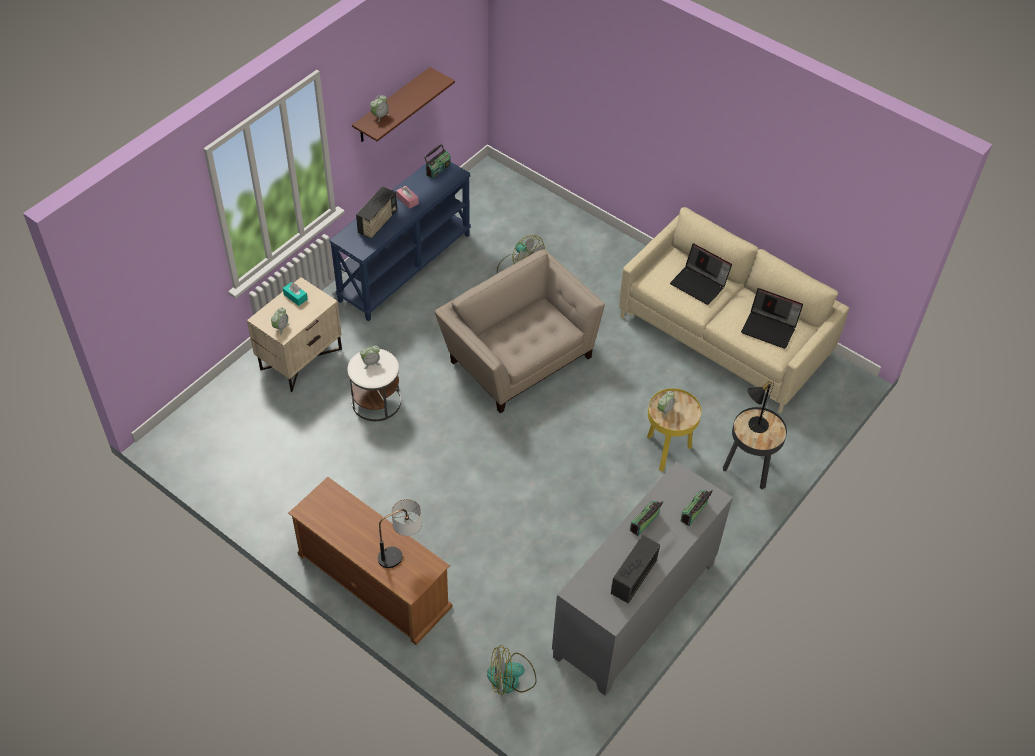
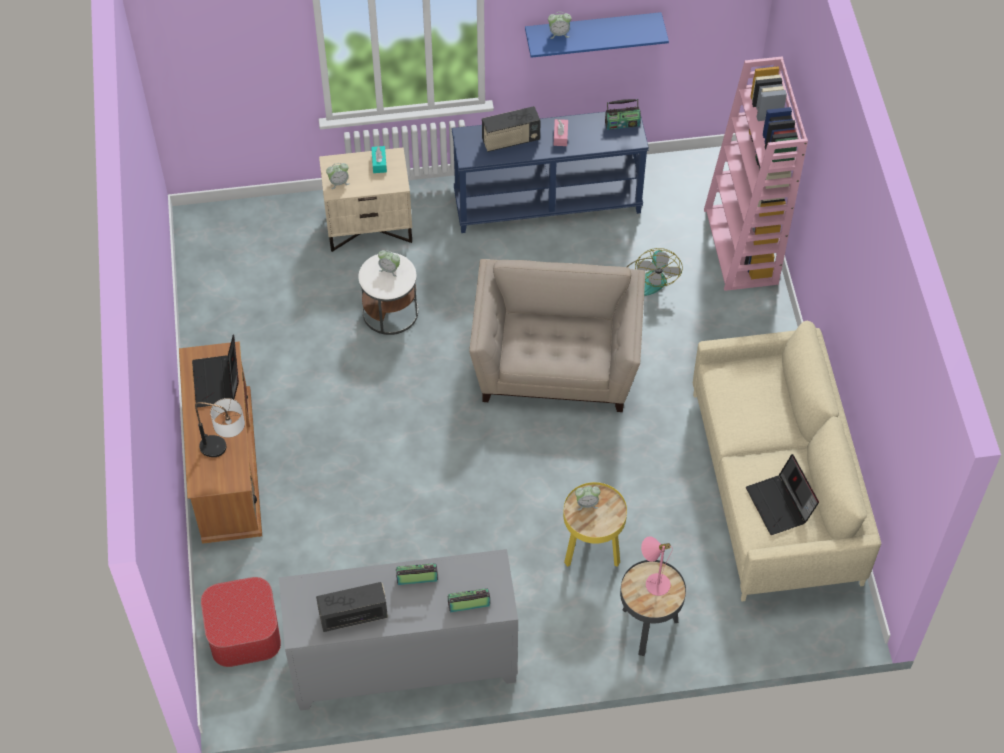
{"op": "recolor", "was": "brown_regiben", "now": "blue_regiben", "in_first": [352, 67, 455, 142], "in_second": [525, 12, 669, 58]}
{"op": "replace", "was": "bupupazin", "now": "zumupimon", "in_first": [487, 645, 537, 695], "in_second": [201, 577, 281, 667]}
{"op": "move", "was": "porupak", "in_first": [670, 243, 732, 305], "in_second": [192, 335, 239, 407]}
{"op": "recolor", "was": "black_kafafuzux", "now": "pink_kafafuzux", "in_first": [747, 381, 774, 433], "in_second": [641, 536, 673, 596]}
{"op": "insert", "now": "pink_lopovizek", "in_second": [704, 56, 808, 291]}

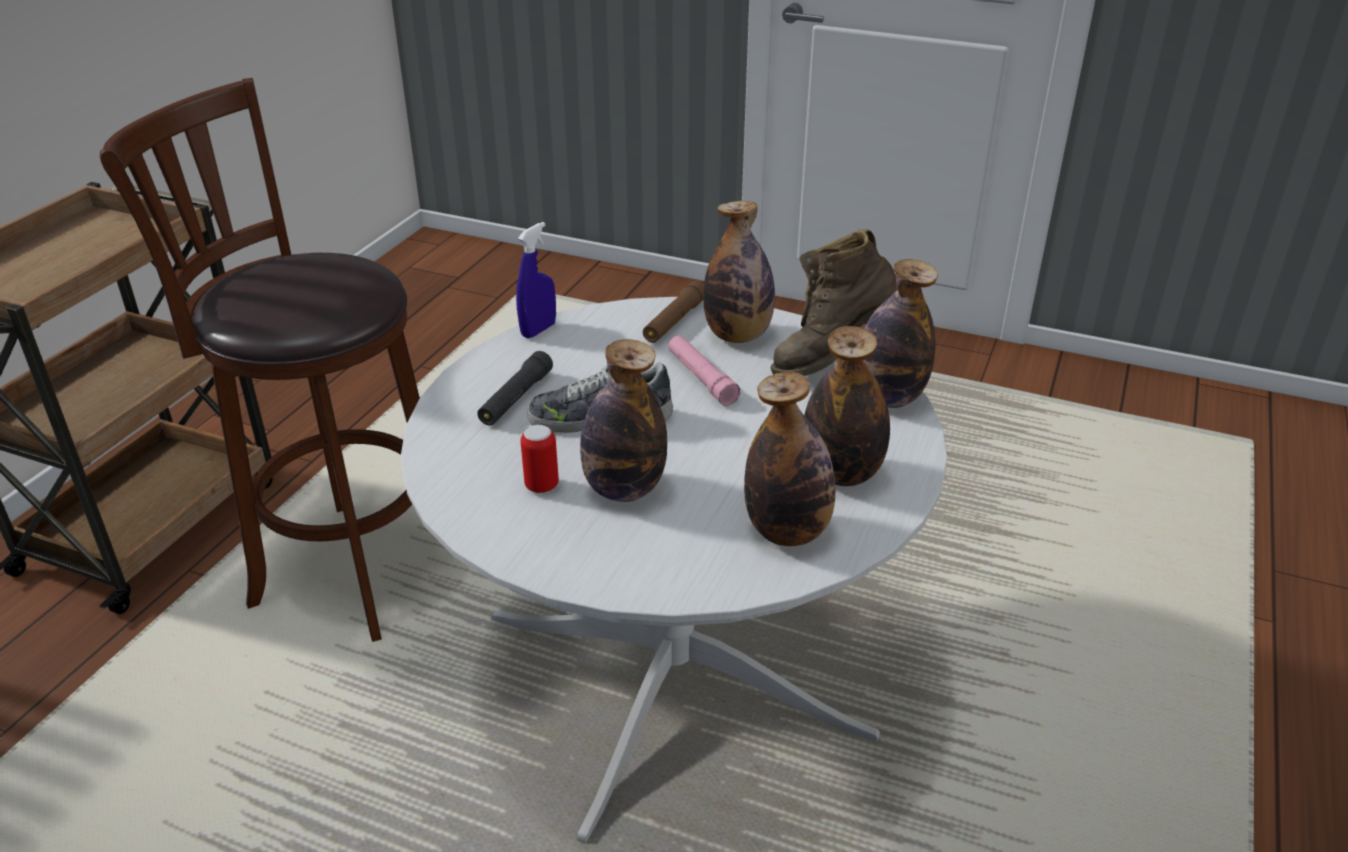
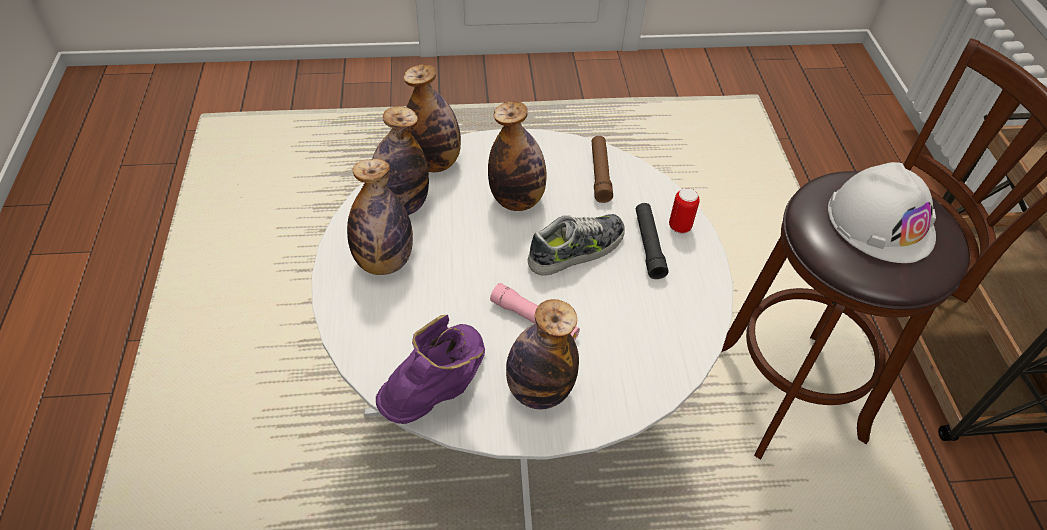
{"op": "delete", "was": "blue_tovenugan", "in_first": [516, 222, 556, 338]}
{"op": "move", "was": "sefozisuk", "in_first": [520, 425, 559, 493], "in_second": [669, 188, 700, 233]}
{"op": "move", "was": "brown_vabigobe", "in_first": [643, 281, 704, 343], "in_second": [592, 136, 613, 203]}
{"op": "recolor", "was": "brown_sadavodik", "now": "purple_sadavodik", "in_first": [770, 229, 897, 376], "in_second": [376, 315, 485, 424]}
{"op": "move", "was": "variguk", "in_first": [863, 259, 938, 408], "in_second": [403, 64, 461, 172]}
{"op": "insert", "now": "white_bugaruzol", "in_second": [828, 162, 936, 263]}

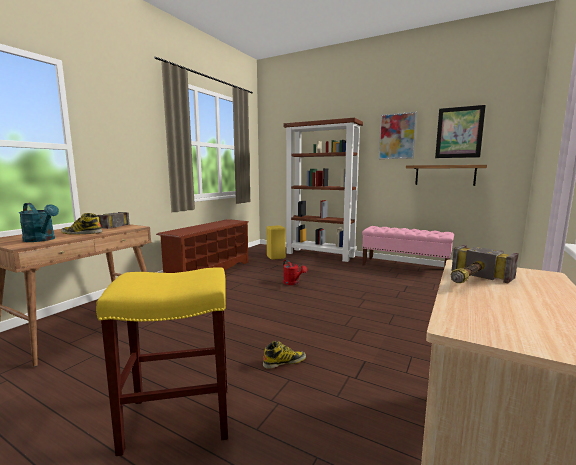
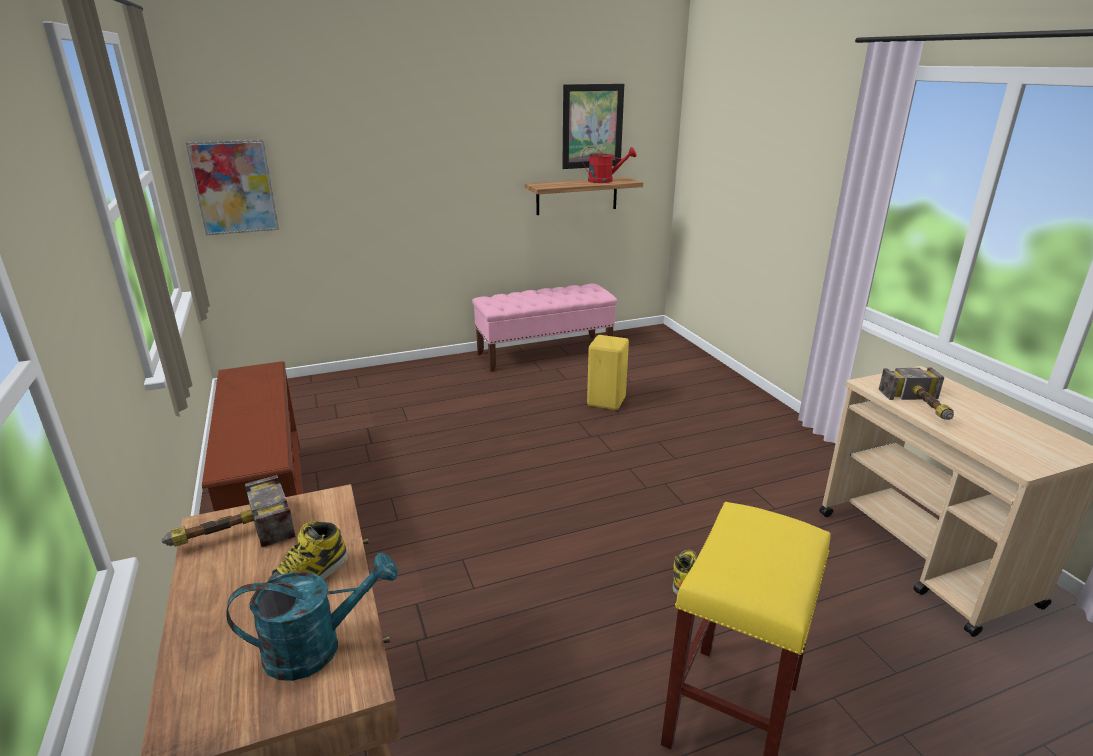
{"op": "move", "was": "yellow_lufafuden", "in_first": [267, 225, 286, 260], "in_second": [587, 335, 629, 410]}
{"op": "delete", "was": "brown_lopovizek", "in_first": [283, 118, 363, 262]}
{"op": "move", "was": "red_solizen", "in_first": [283, 260, 307, 285], "in_second": [582, 147, 637, 183]}
{"op": "move", "was": "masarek", "in_first": [379, 112, 417, 159], "in_second": [186, 140, 279, 235]}

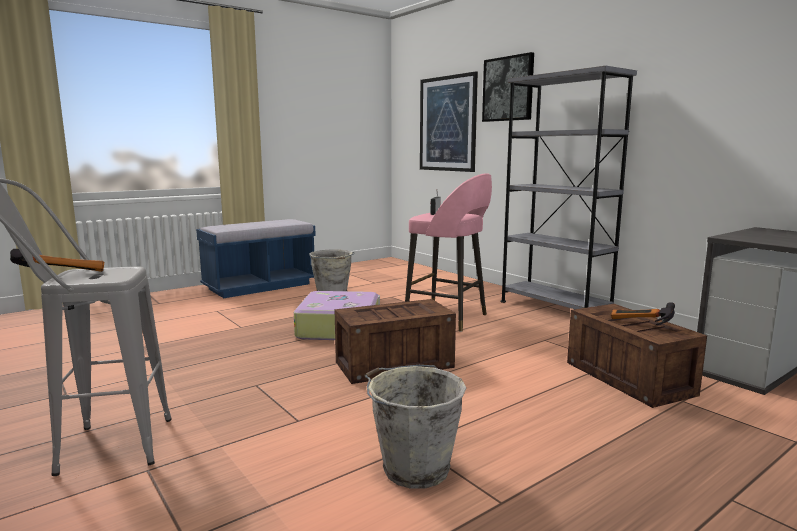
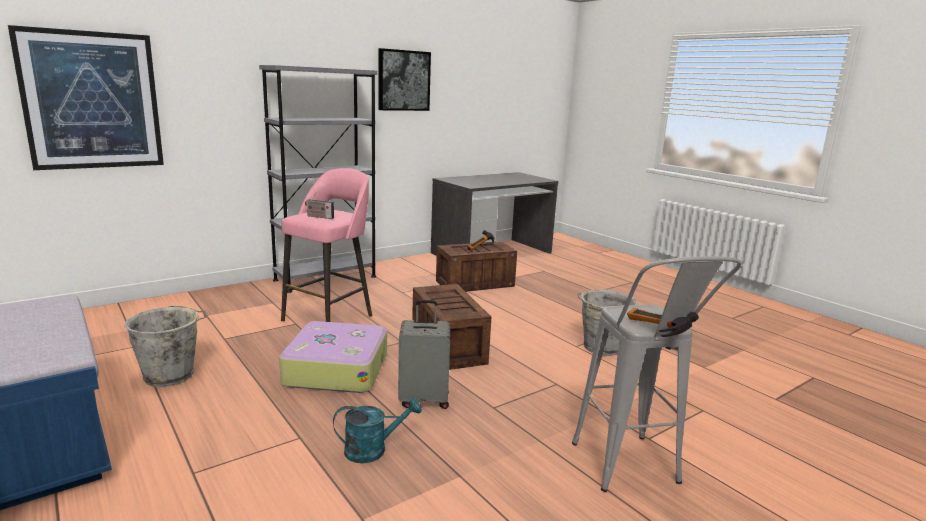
{"op": "move", "was": "masarek", "in_first": [482, 52, 534, 122], "in_second": [379, 48, 431, 111]}
{"op": "insert", "now": "turquoise_solizen", "in_second": [333, 398, 422, 463]}
{"op": "insert", "now": "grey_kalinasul", "in_second": [398, 300, 450, 409]}

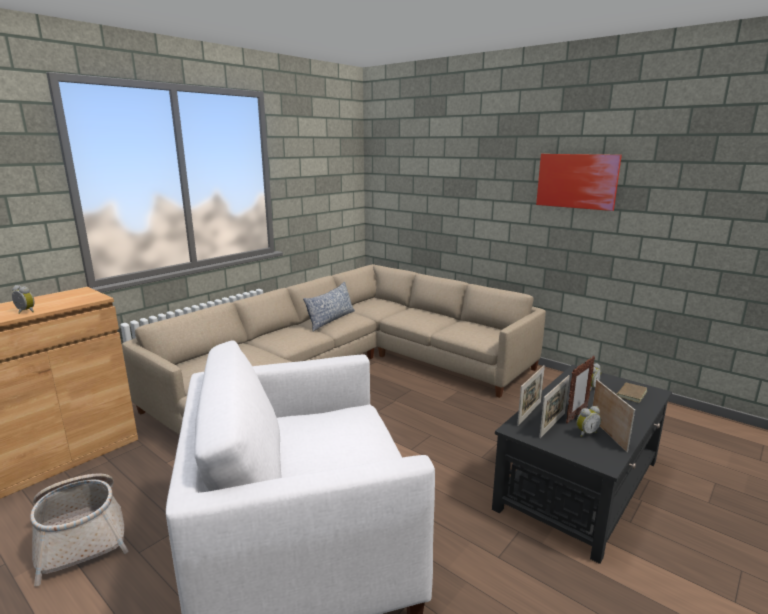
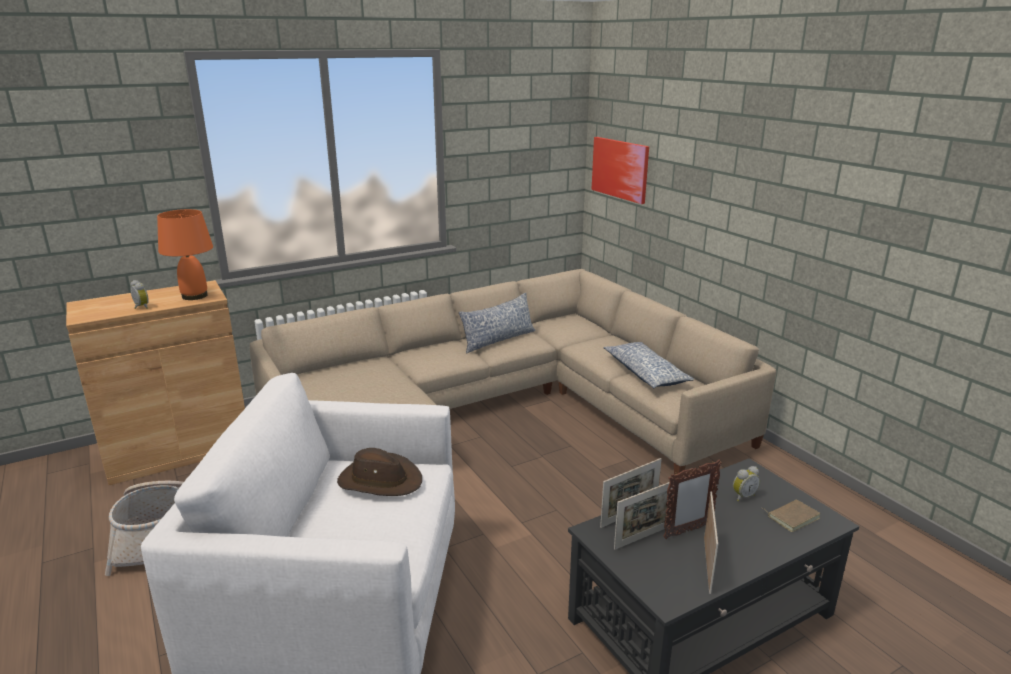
{"op": "move", "was": "masarek", "in_first": [536, 154, 622, 211], "in_second": [591, 137, 649, 204]}
{"op": "delete", "was": "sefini", "in_first": [577, 406, 601, 437]}
{"op": "insert", "now": "orange_kafafuzux", "in_second": [157, 209, 213, 300]}
{"op": "insert", "now": "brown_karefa", "in_second": [337, 448, 422, 496]}
{"op": "insert", "now": "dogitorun", "in_second": [603, 342, 695, 388]}

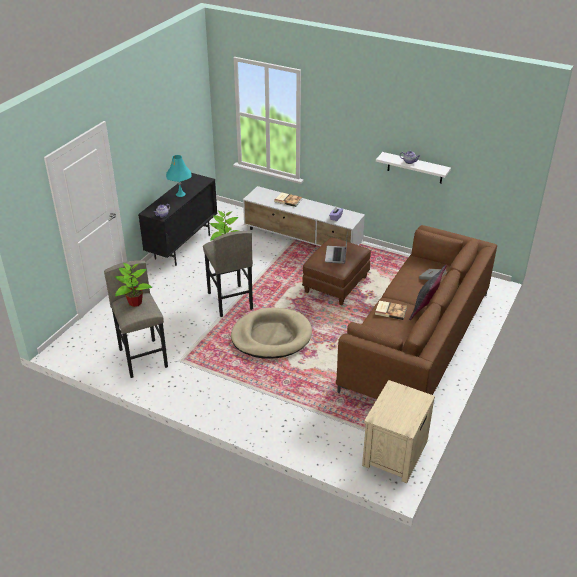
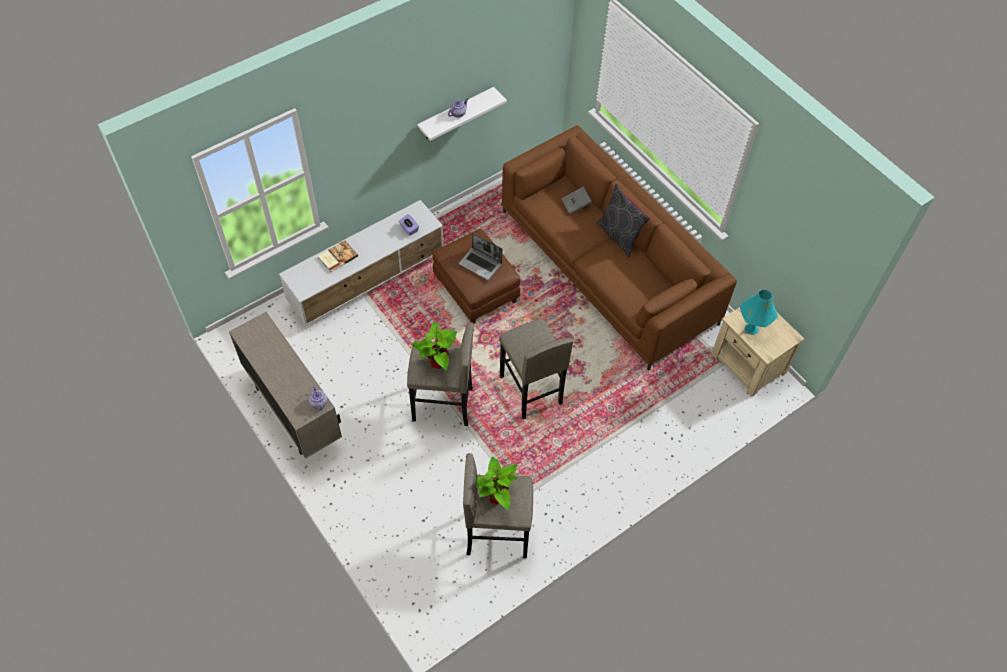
{"op": "recolor", "was": "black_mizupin", "now": "beige_mizupin", "in_first": [138, 173, 217, 266], "in_second": [229, 312, 342, 459]}
{"op": "move", "was": "turquoise_kafafuzux", "in_first": [166, 155, 191, 197], "in_second": [740, 290, 778, 335]}
{"op": "replace", "was": "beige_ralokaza", "now": "grey_lufafuden", "in_first": [231, 308, 312, 359], "in_second": [499, 319, 573, 419]}
{"op": "delete", "was": "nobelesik", "in_first": [375, 301, 407, 320]}

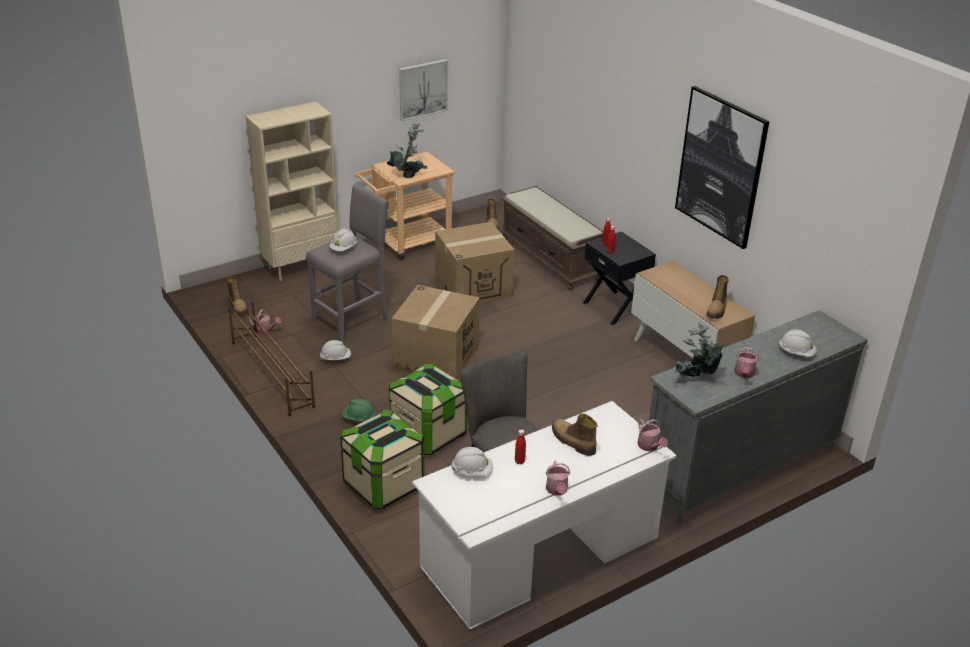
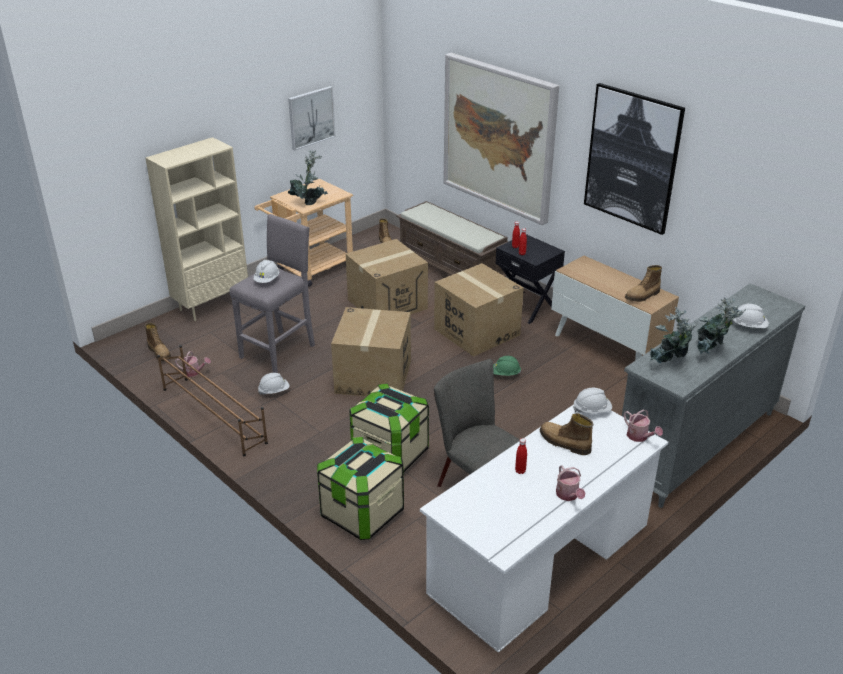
{"op": "move", "was": "green_bugaruzol", "in_first": [342, 399, 376, 421], "in_second": [493, 356, 521, 376]}
{"op": "move", "was": "white_bugaruzol", "in_first": [451, 447, 493, 475], "in_second": [573, 388, 612, 413]}
{"op": "rotate", "was": "sadavodik", "in_first": [706, 275, 729, 319], "in_second": [625, 265, 662, 302], "clockwise": 45}
{"op": "replace", "was": "solizen", "now": "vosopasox", "in_first": [734, 347, 759, 378], "in_second": [697, 297, 746, 355]}
{"op": "insert", "now": "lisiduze", "in_second": [434, 263, 524, 357]}
{"op": "insert", "now": "masarek", "in_second": [443, 53, 559, 225]}

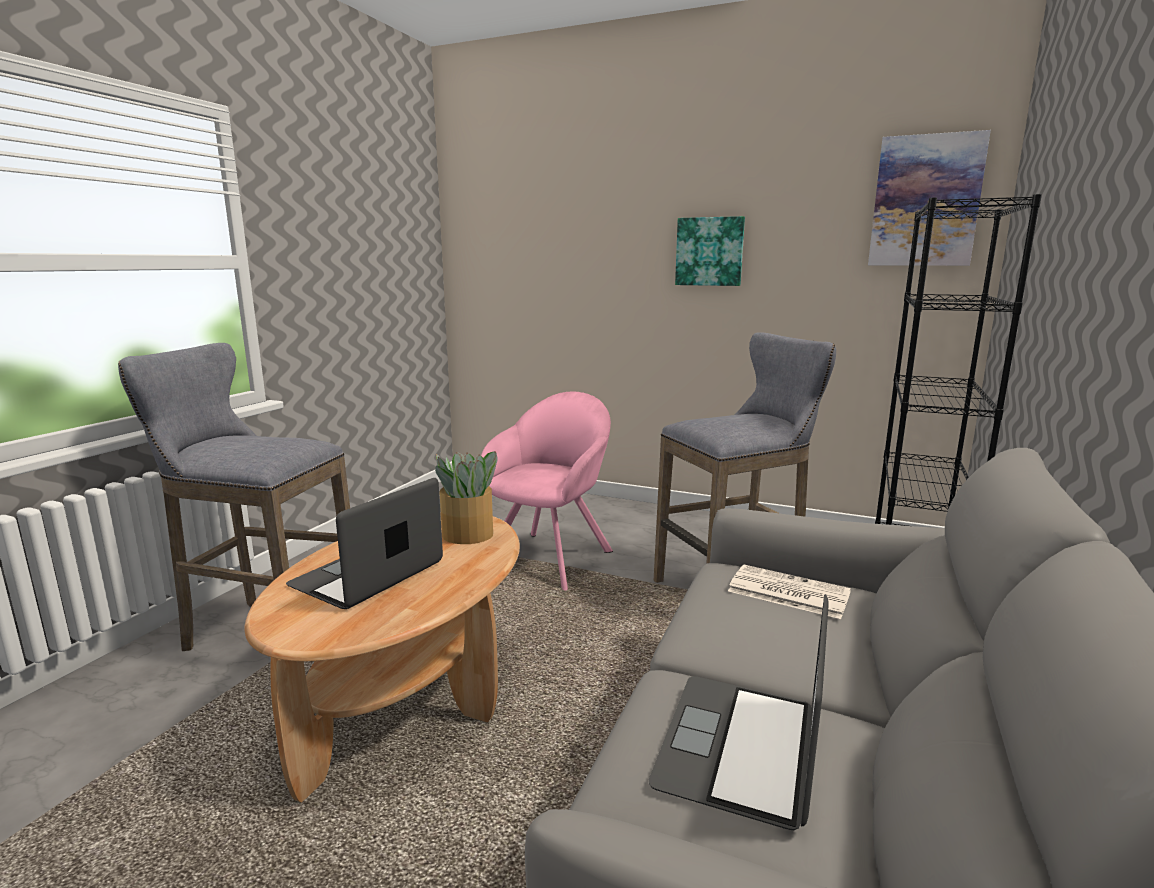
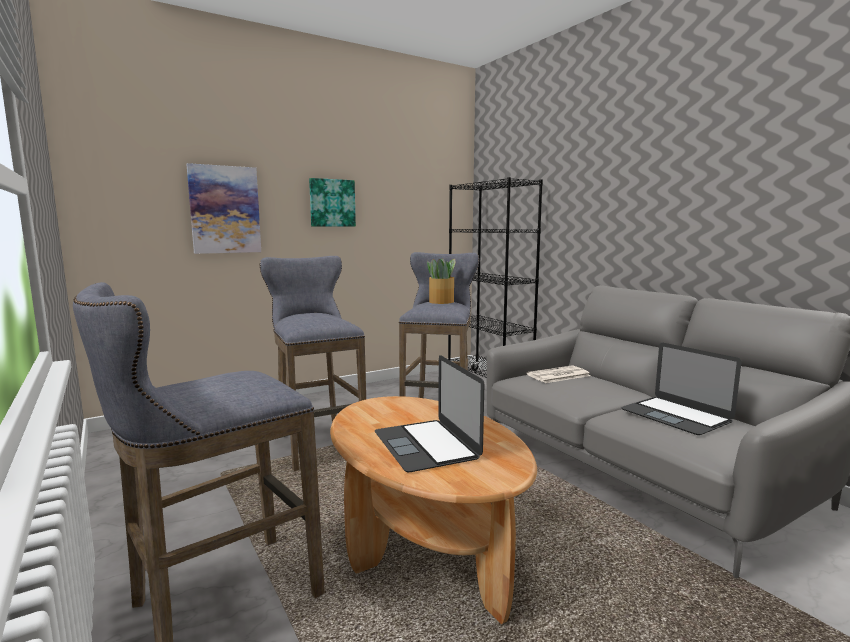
{"op": "move", "was": "vosopasox", "in_first": [435, 451, 498, 544], "in_second": [427, 258, 456, 304]}
{"op": "replace", "was": "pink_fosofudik", "now": "grey_lufafuden", "in_first": [481, 392, 613, 591], "in_second": [260, 256, 366, 471]}
{"op": "move", "was": "masarek", "in_first": [868, 130, 991, 266], "in_second": [186, 163, 261, 254]}

